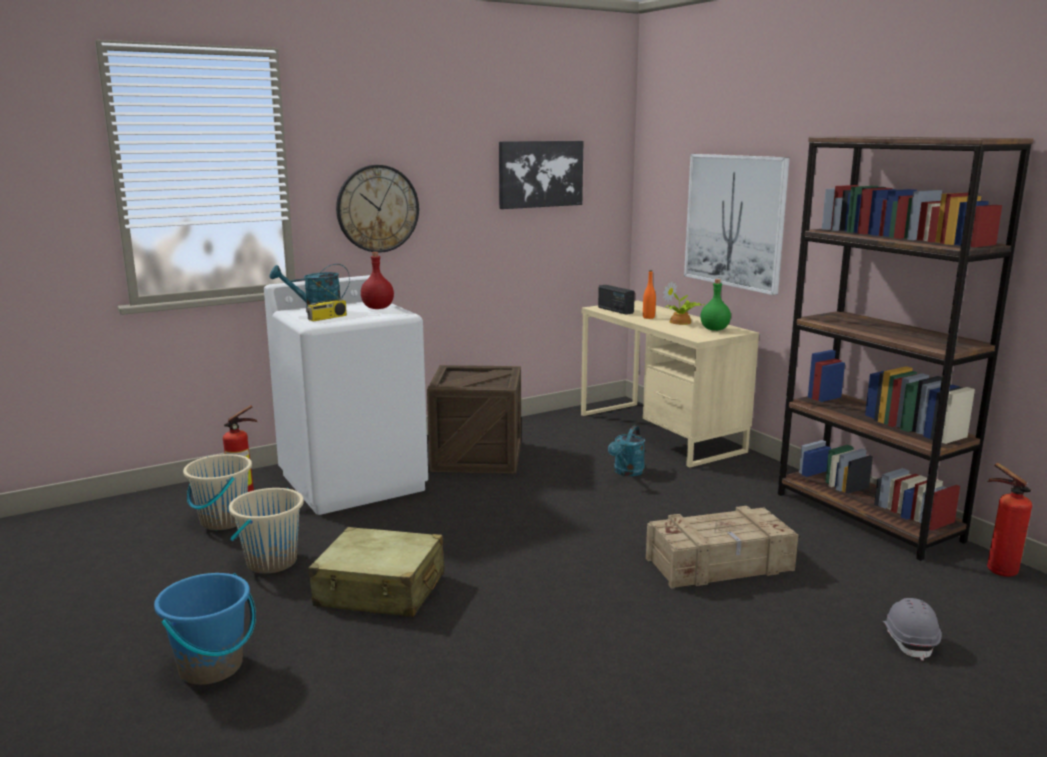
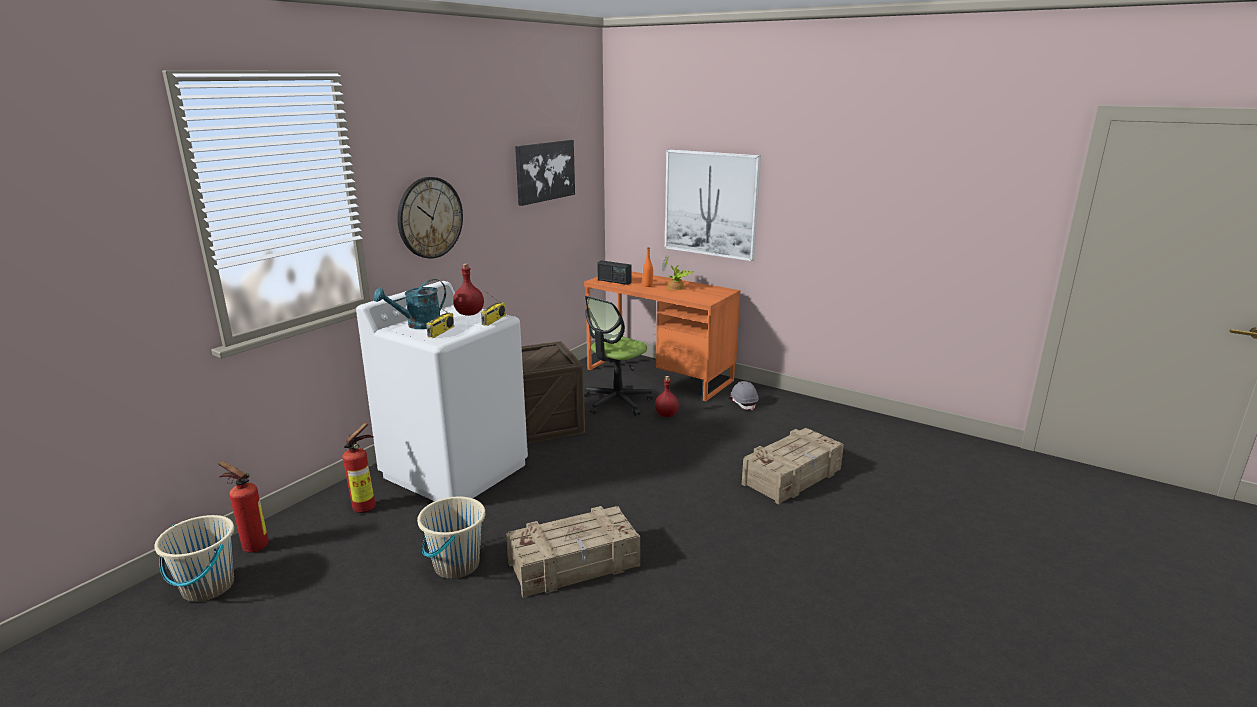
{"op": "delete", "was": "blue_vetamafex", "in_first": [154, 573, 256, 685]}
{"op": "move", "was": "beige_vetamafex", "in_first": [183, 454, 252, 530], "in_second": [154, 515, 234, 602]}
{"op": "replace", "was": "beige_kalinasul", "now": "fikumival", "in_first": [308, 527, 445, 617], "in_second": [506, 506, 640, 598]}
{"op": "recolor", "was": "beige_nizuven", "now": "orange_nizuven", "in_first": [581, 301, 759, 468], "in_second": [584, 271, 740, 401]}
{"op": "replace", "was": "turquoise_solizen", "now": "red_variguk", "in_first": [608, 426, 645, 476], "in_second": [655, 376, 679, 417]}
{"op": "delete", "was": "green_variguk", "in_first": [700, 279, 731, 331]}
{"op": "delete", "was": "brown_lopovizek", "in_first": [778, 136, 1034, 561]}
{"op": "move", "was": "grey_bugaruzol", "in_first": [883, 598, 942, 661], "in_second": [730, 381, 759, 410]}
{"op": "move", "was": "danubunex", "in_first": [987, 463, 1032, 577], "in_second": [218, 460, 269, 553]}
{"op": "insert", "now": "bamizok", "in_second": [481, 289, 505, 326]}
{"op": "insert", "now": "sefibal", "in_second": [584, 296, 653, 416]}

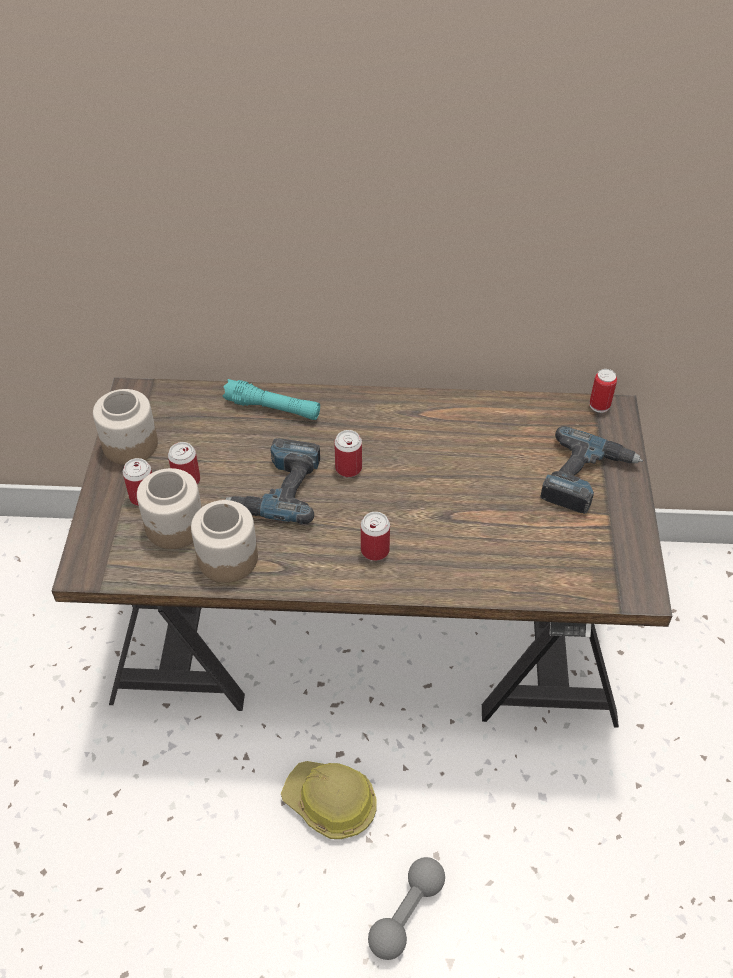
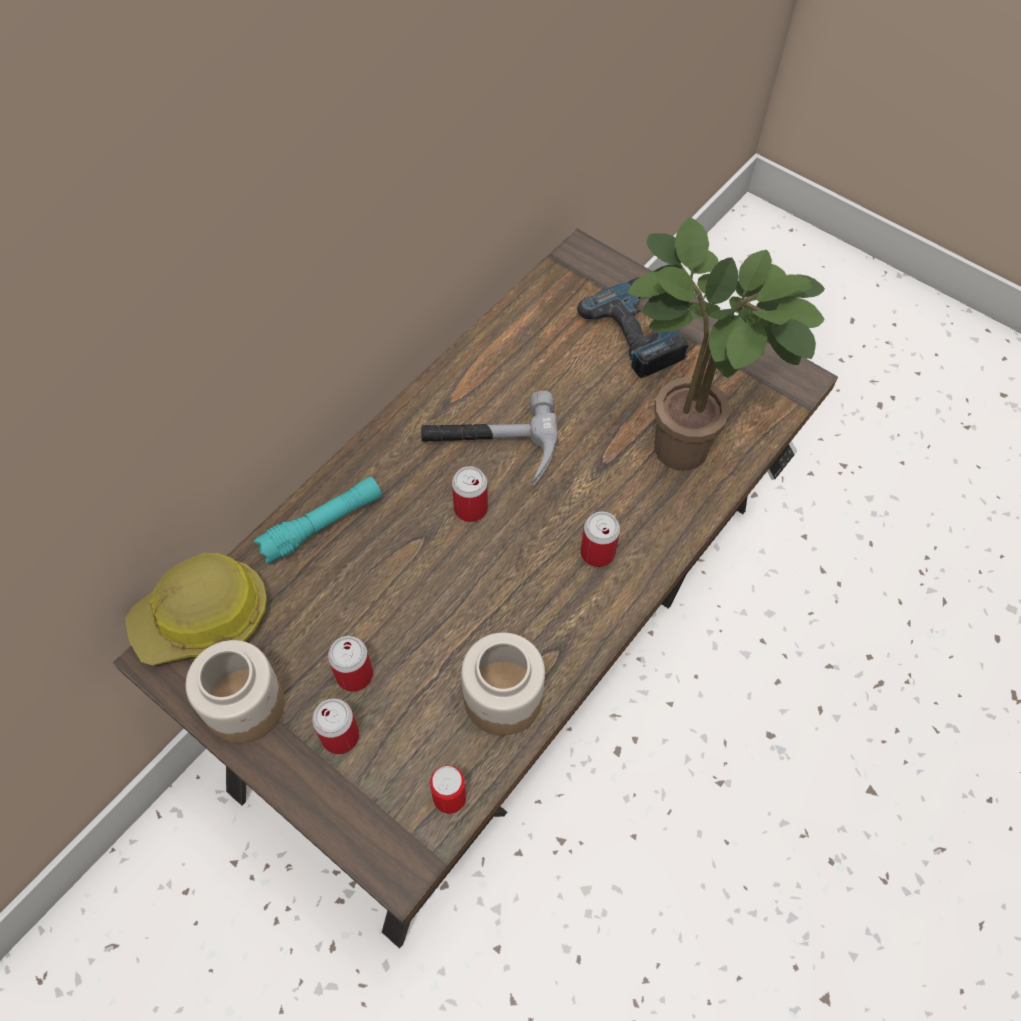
{"op": "delete", "was": "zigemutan", "in_first": [137, 468, 202, 549]}
{"op": "delete", "was": "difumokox", "in_first": [225, 438, 320, 524]}
{"op": "move", "was": "bugaruzol", "in_first": [281, 761, 377, 839], "in_second": [126, 553, 267, 666]}
{"op": "delete", "was": "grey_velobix", "in_first": [368, 857, 445, 960]}
{"op": "move", "was": "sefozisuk", "in_first": [590, 369, 617, 413], "in_second": [430, 765, 466, 814]}
{"op": "insert", "now": "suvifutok", "in_second": [421, 391, 558, 487]}
{"op": "insert", "now": "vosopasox", "in_second": [627, 217, 825, 471]}

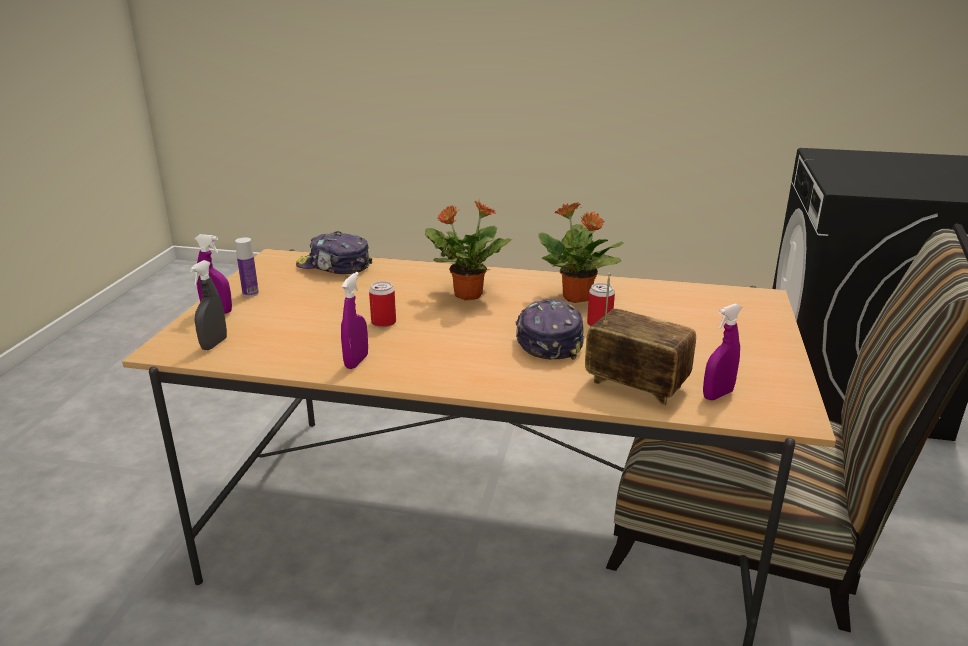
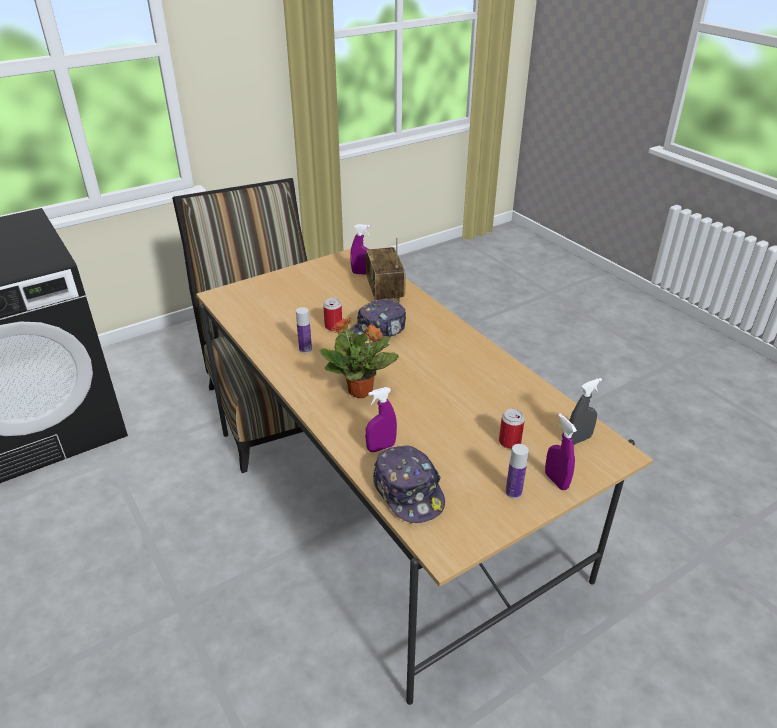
{"op": "move", "was": "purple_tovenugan", "in_first": [341, 272, 368, 369], "in_second": [365, 387, 397, 452]}
{"op": "move", "was": "sefozisuk", "in_first": [369, 281, 396, 327], "in_second": [499, 409, 525, 449]}
{"op": "replace", "was": "vosopasox", "now": "variguk", "in_first": [538, 202, 624, 303], "in_second": [296, 307, 312, 353]}

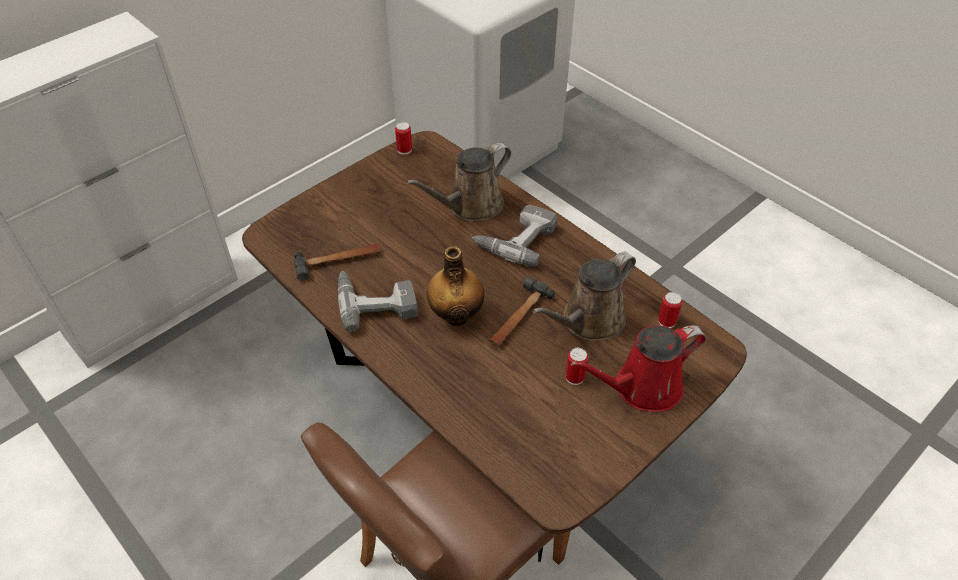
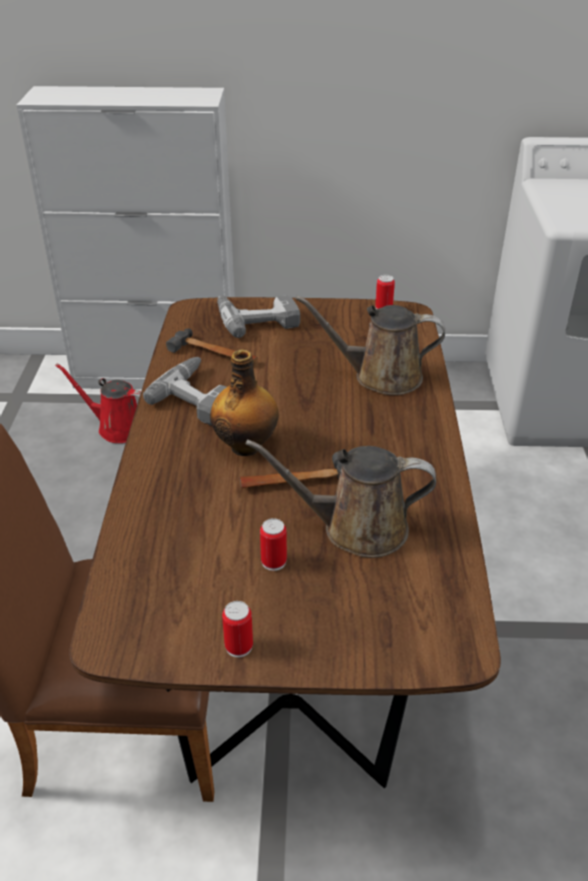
{"op": "move", "was": "difumokox", "in_first": [472, 205, 558, 267], "in_second": [217, 295, 300, 338]}
{"op": "move", "was": "red_solizen", "in_first": [570, 325, 706, 412], "in_second": [55, 363, 141, 443]}
{"op": "move", "was": "sefozisuk", "in_first": [658, 292, 682, 328], "in_second": [222, 601, 253, 657]}

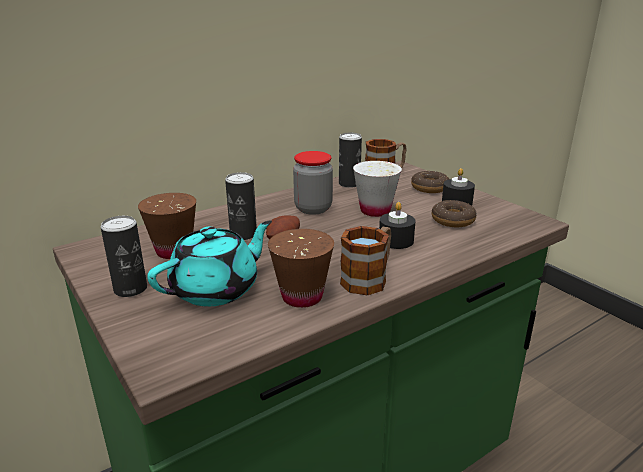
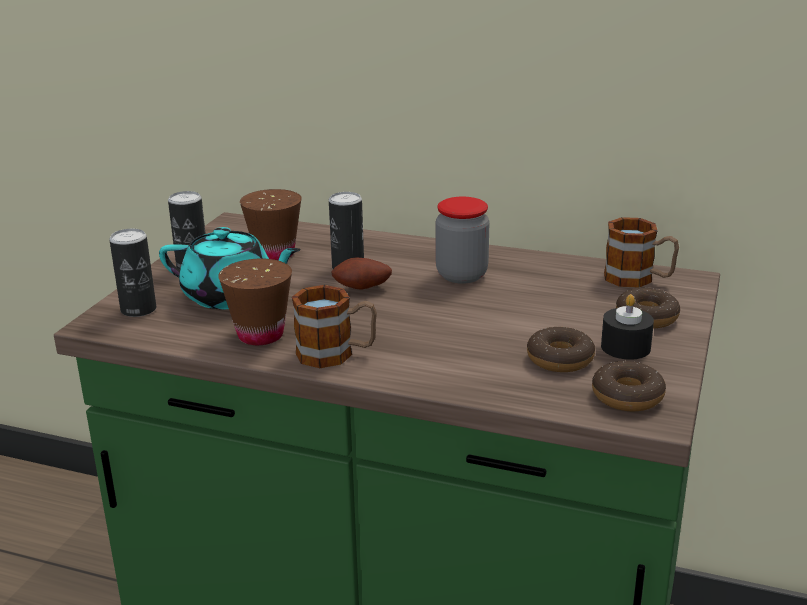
{"op": "move", "was": "sefozisuk", "in_first": [339, 133, 362, 188], "in_second": [109, 229, 156, 317]}
{"op": "delete", "was": "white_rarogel", "in_first": [353, 161, 402, 217]}
{"op": "delete", "was": "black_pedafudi", "in_first": [379, 202, 415, 249]}
{"op": "insert", "now": "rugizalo", "in_second": [592, 361, 666, 411]}

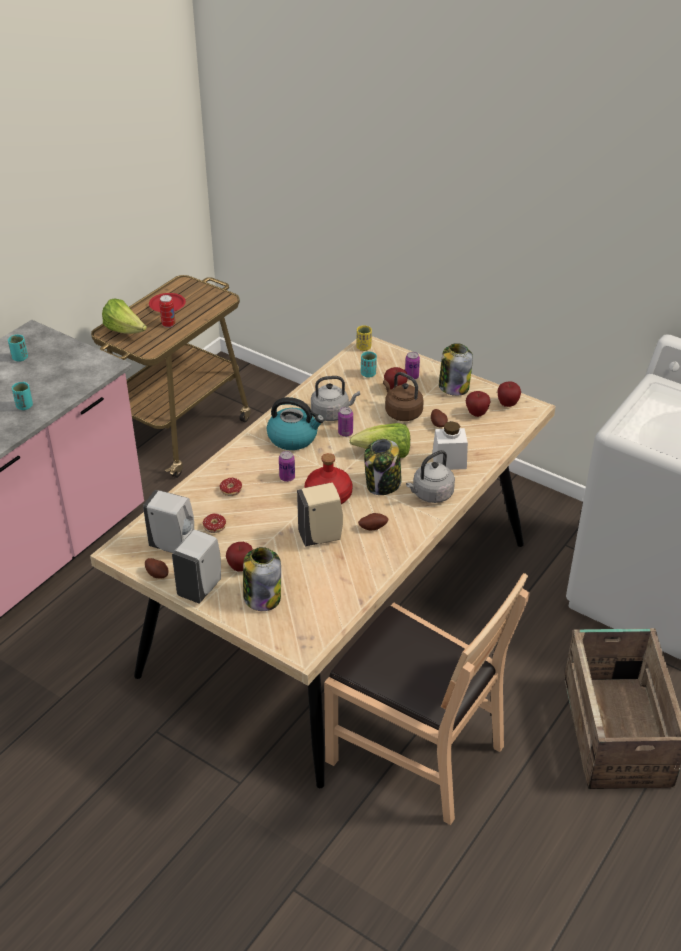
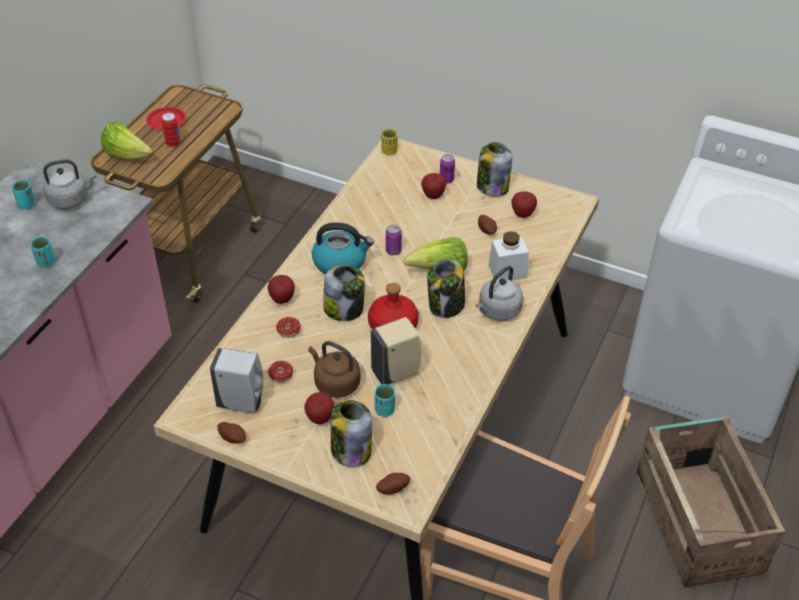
{"op": "delete", "was": "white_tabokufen", "in_first": [172, 530, 221, 604]}
{"op": "replace", "was": "sefozisuk", "now": "zigemutan", "in_first": [279, 451, 295, 482], "in_second": [323, 265, 365, 321]}
{"op": "move", "was": "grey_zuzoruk", "in_first": [311, 376, 360, 421], "in_second": [43, 159, 97, 209]}
{"op": "move", "was": "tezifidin", "in_first": [358, 513, 388, 530], "in_second": [376, 473, 410, 495]}
{"op": "move", "was": "turquoise_rarogel", "in_first": [361, 351, 377, 378], "in_second": [375, 384, 395, 417]}
{"op": "move", "was": "brown_zuzoruk", "in_first": [383, 372, 424, 421], "in_second": [308, 341, 361, 398]}
{"op": "move", "was": "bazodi", "in_first": [497, 381, 521, 407], "in_second": [268, 275, 295, 304]}

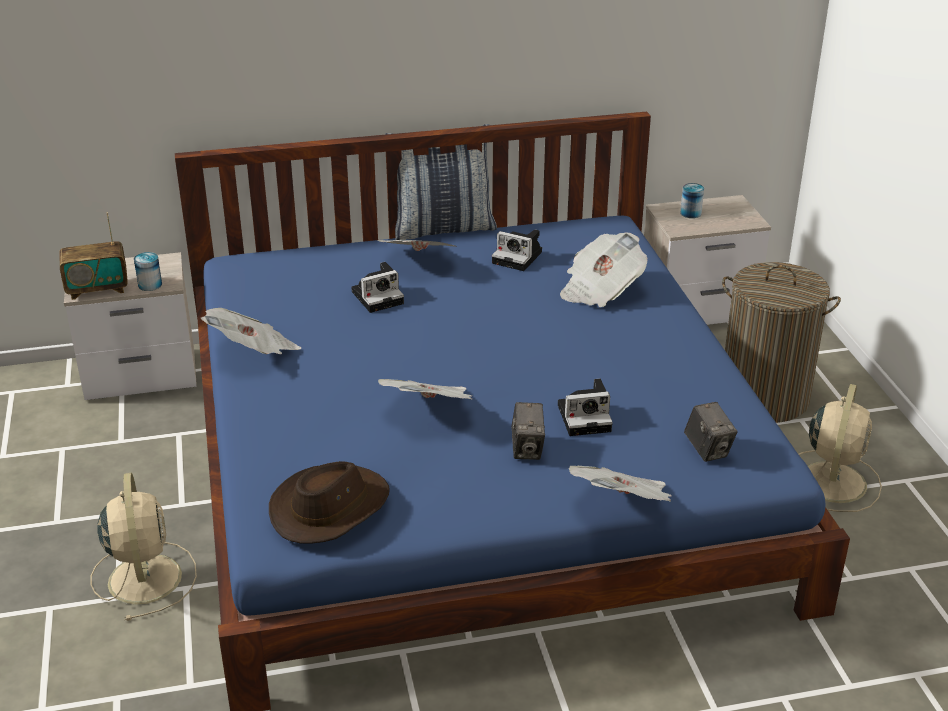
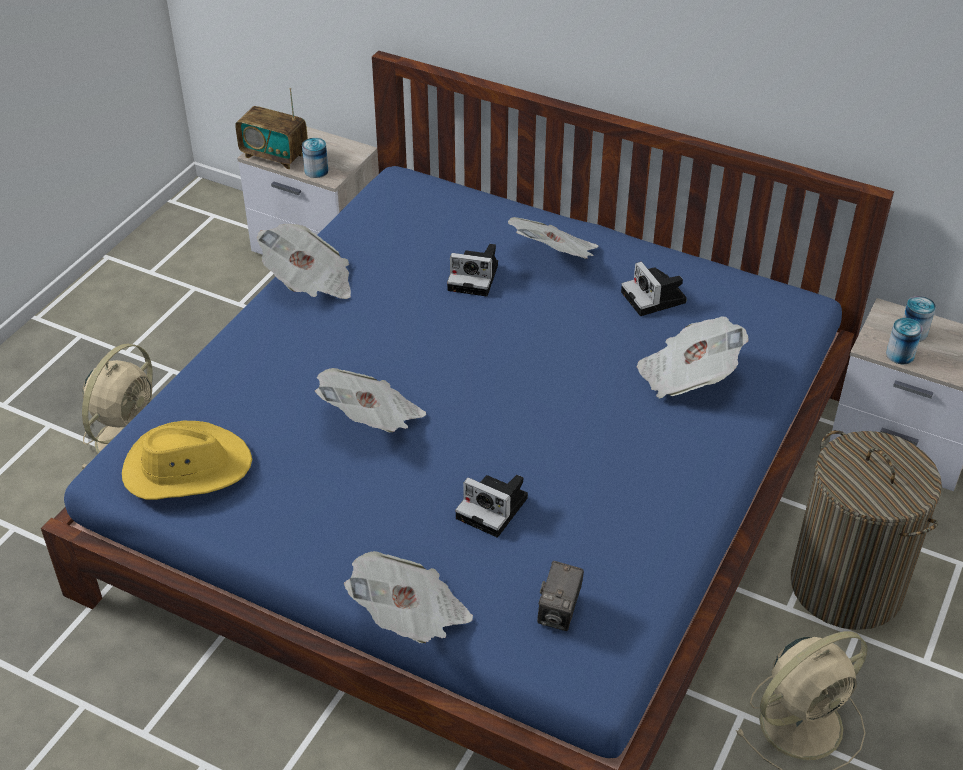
{"op": "recolor", "was": "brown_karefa", "now": "yellow_karefa", "in_first": [269, 461, 390, 544], "in_second": [122, 421, 252, 500]}
{"op": "delete", "was": "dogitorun", "in_first": [386, 124, 497, 240]}
{"op": "delete", "was": "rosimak", "in_first": [511, 402, 545, 460]}
{"op": "insert", "now": "sefozisuk", "in_second": [886, 318, 922, 364]}

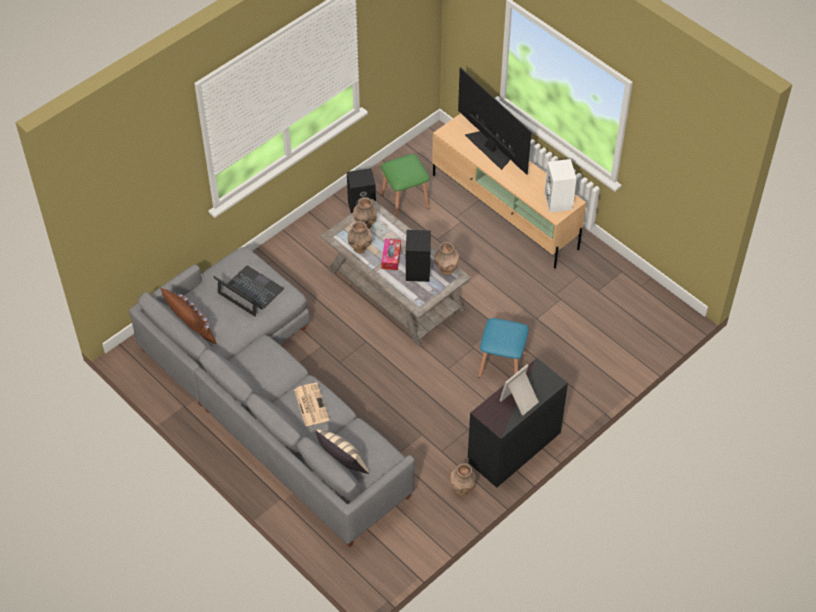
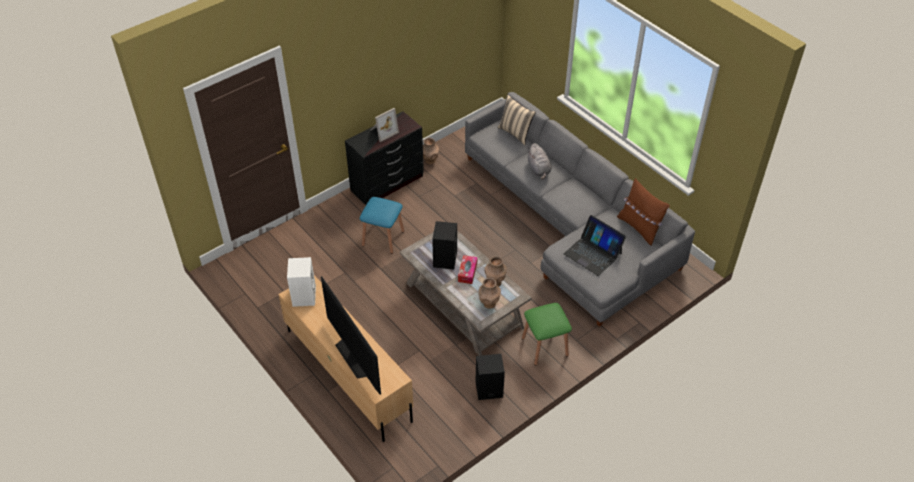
{"op": "replace", "was": "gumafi", "now": "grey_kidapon", "in_first": [294, 383, 329, 426], "in_second": [528, 143, 551, 180]}
{"op": "move", "was": "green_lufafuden", "in_first": [381, 154, 430, 219], "in_second": [522, 303, 572, 366]}
{"op": "delete", "was": "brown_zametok", "in_first": [434, 242, 459, 275]}

